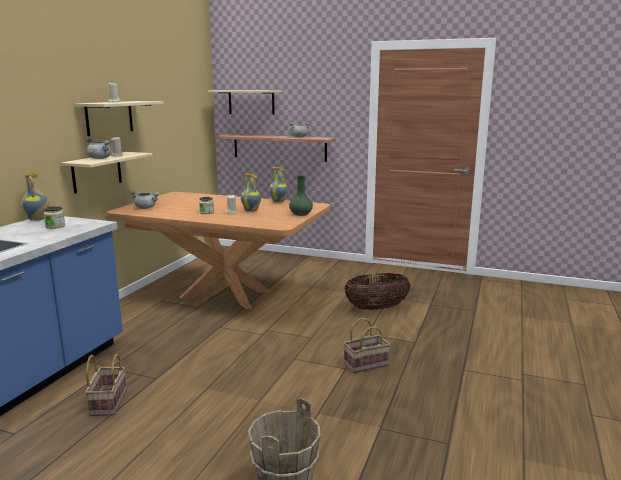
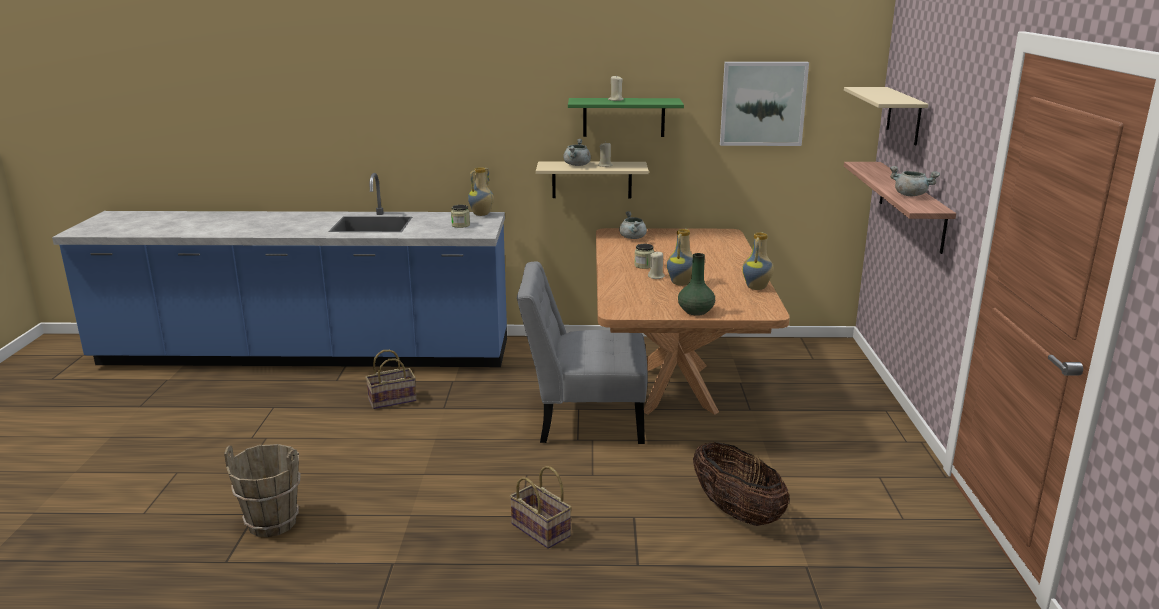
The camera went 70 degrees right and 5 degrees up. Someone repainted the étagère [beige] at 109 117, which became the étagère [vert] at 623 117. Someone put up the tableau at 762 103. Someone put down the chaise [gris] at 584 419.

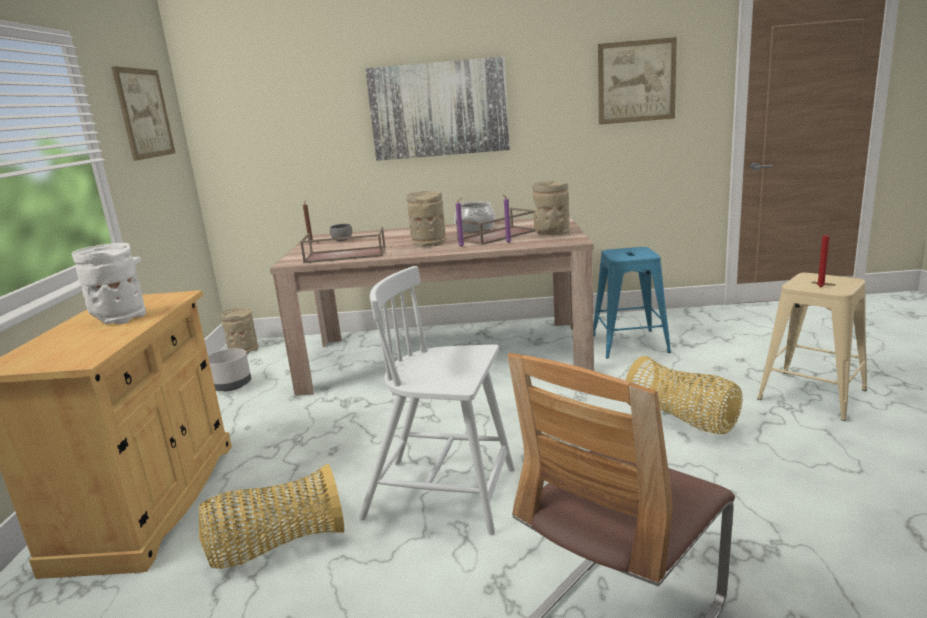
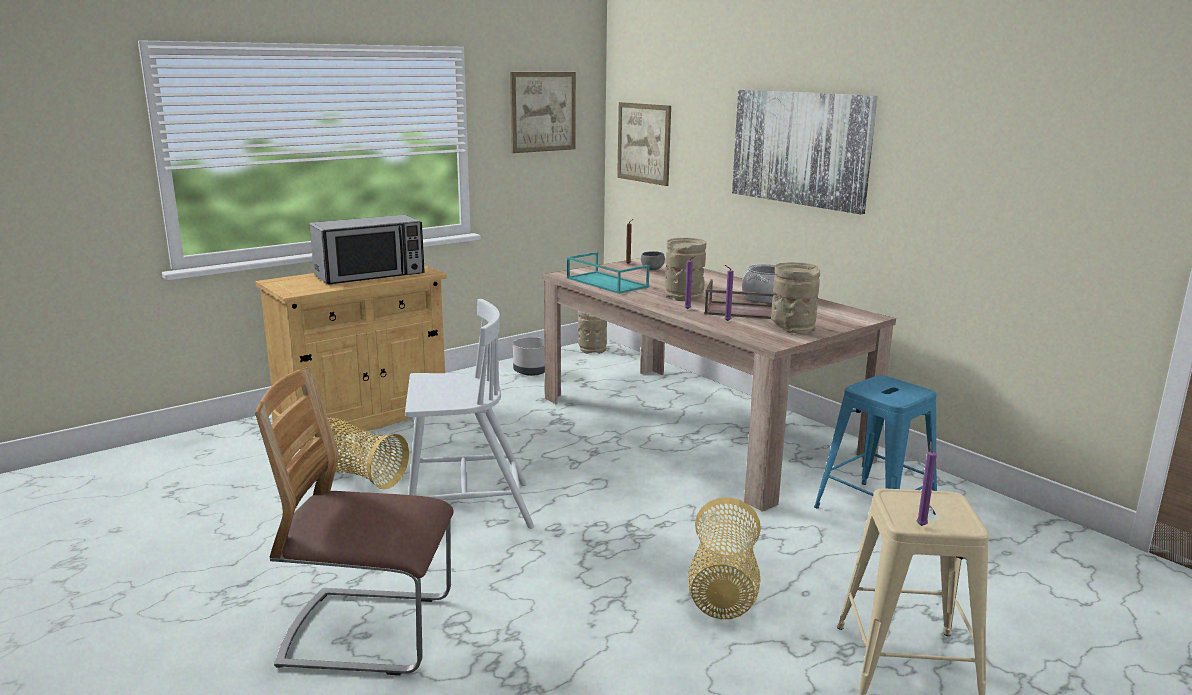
The camera went 50 degrees right and 0 degrees up. Someone carried the tableau from 636 81 to 644 143. Someone repainted the plateau [marron] at 344 255, which became the plateau [turquoise] at 605 282. Someone took away the bougie [rouge] at 821 287. Someone swapped the vase [blanc] at 119 318 for the micro-ondes at 370 275. Someone rotated the chaise [blanc] at 443 494 by 105 degrees clockwise. Someone put down the bougie [violet] at 921 525.

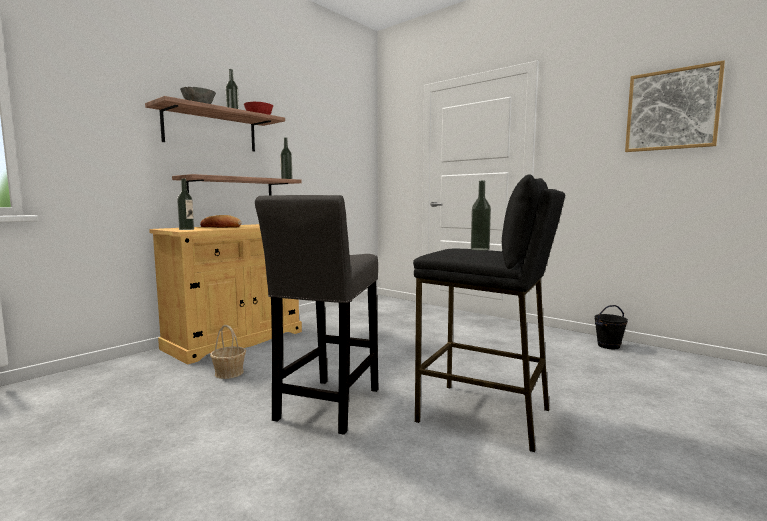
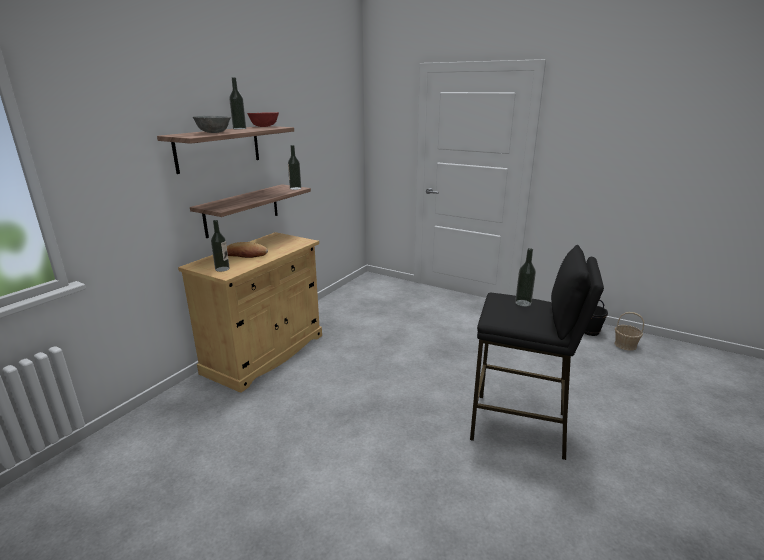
The camera went 10 degrees left and 15 degrees up. Someone took away the tableau at 672 110. Someone took away the tabouret [gris] at 326 407. Someone carried the panier from 229 373 to 625 345.

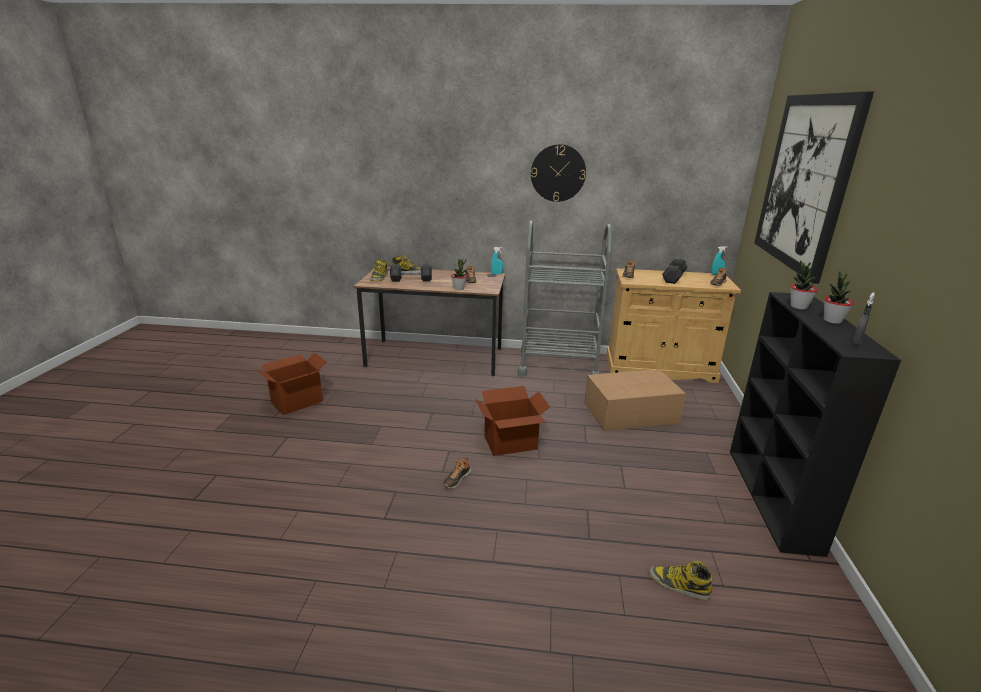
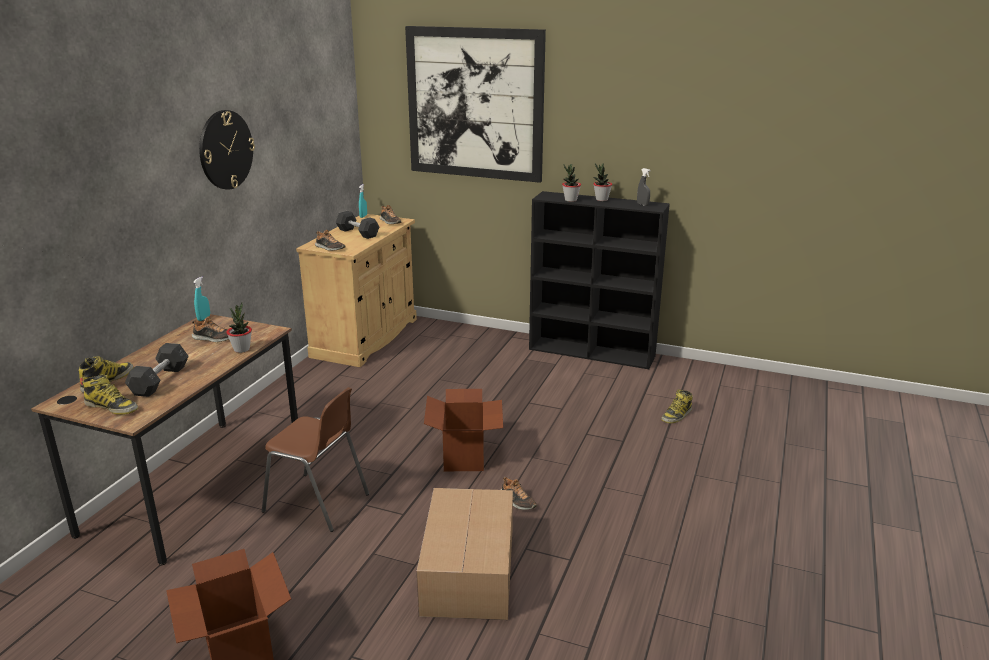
The camera went 75 degrees left and 0 degrees up. Someone took away the chariot [gris] at 558 365. Someone carried the carton from 632 413 to 470 570. Someone put down the chaise [marron] at 317 503.

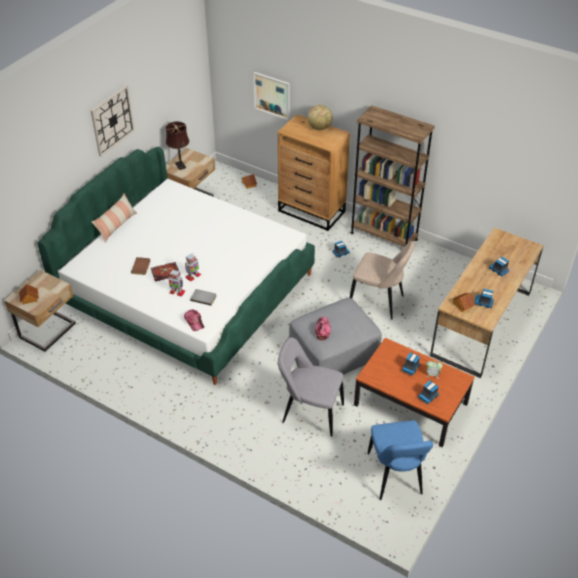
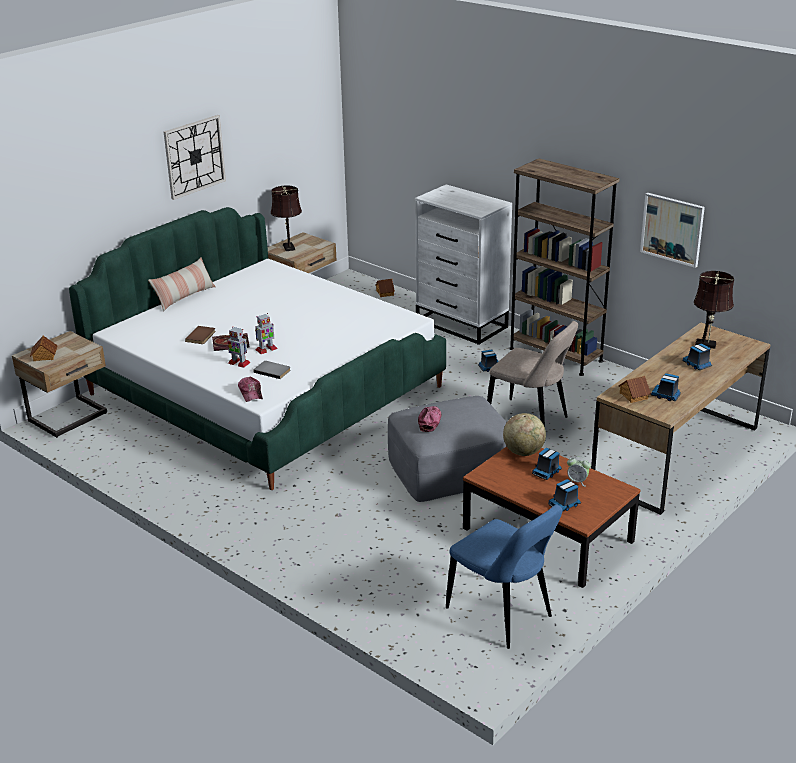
The camera went 10 degrees right and 15 degrees down. Someone carried the tableau from 272 95 to 672 229. Someone carried the globe from 319 128 to 523 452. Someone repainted the commode [marron] at 312 212, which became the commode [blanc] at 462 324. Someone took away the chaise [gris] at 310 413. Someone rotated the chaise [bleu] at 395 476 by 45 degrees counterclockwise. Someone put down the lampe de table [marron] at 707 345.

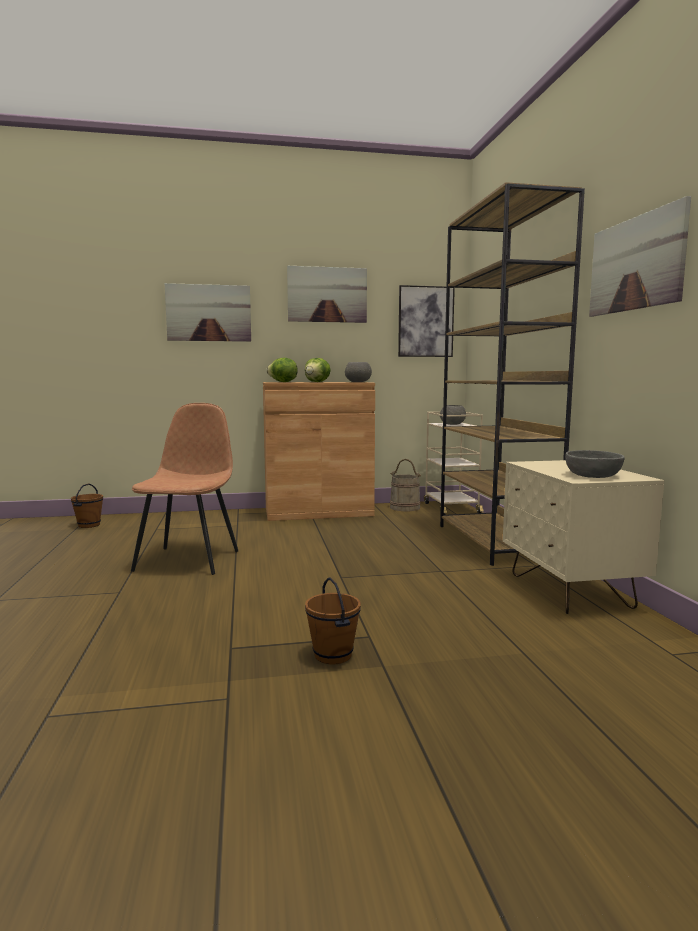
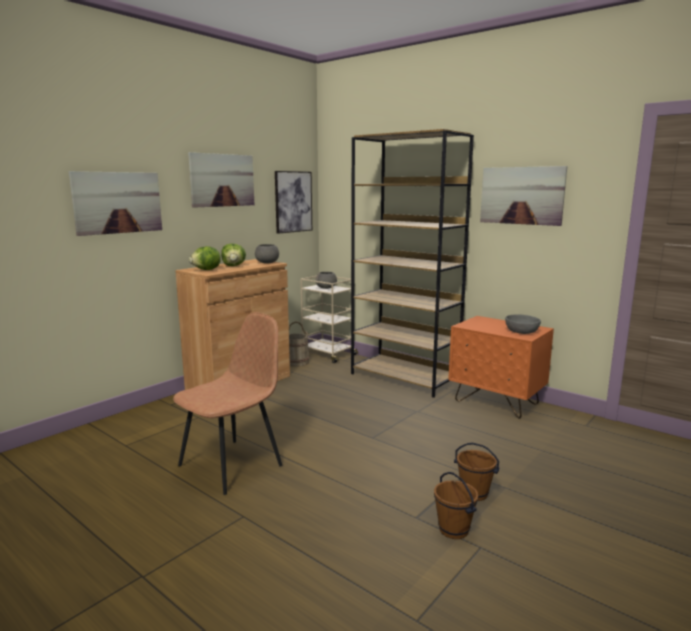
The camera went 40 degrees left and 5 degrees up. Someone rotated the chaise [marron] at 189 560 by 75 degrees clockwise. Someone repainted the table de chevet [beige] at 570 591, which became the table de chevet [orange] at 496 402. Someone carried the seau [marron] from 89 525 to 454 530.

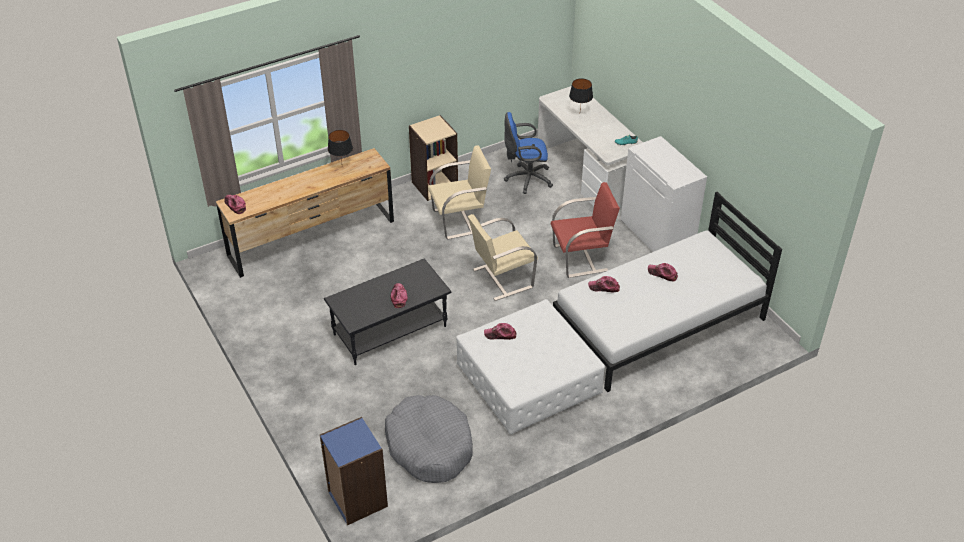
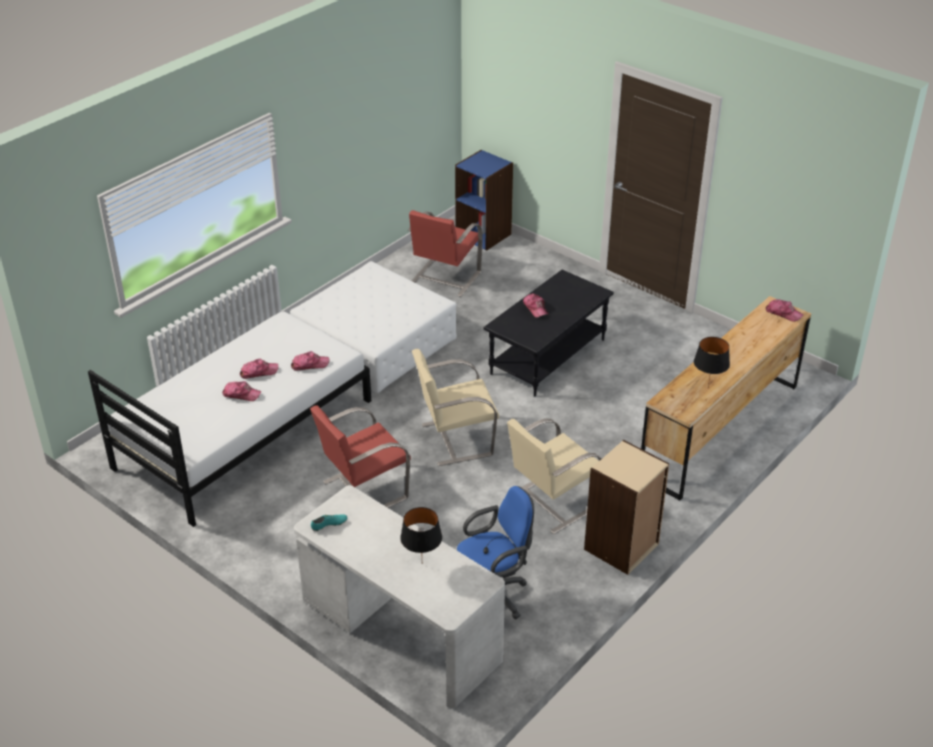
The camera went 160 degrees right and 5 degrees down. Someone took away the meuble de rangement [blanc] at 658 235. Someone rotated the chaise [beige] at 501 278 by 150 degrees counterclockwise. Someone carried the casquette from 500 334 to 258 372. Someone swapped the panier pour chien [gris] at 429 446 for the chaise [rouge] at 444 278.

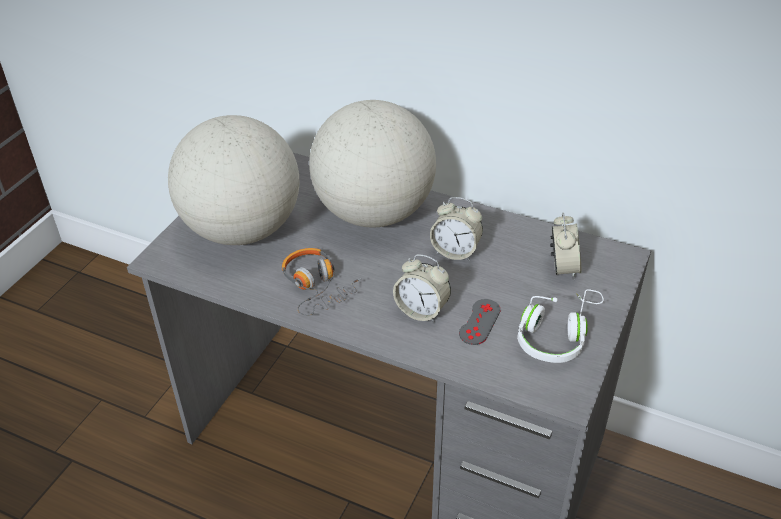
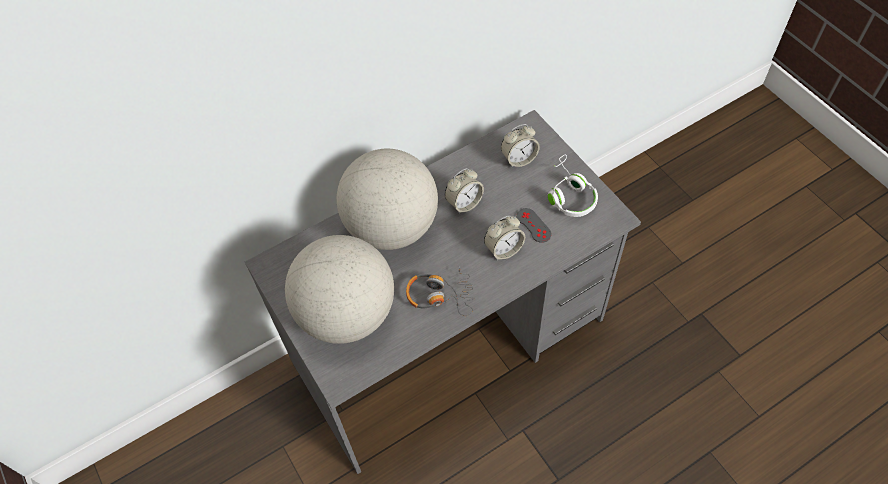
The camera went 55 degrees left and 15 degrees up. Someone rotated the réveil at 563 268 by 120 degrees clockwise.

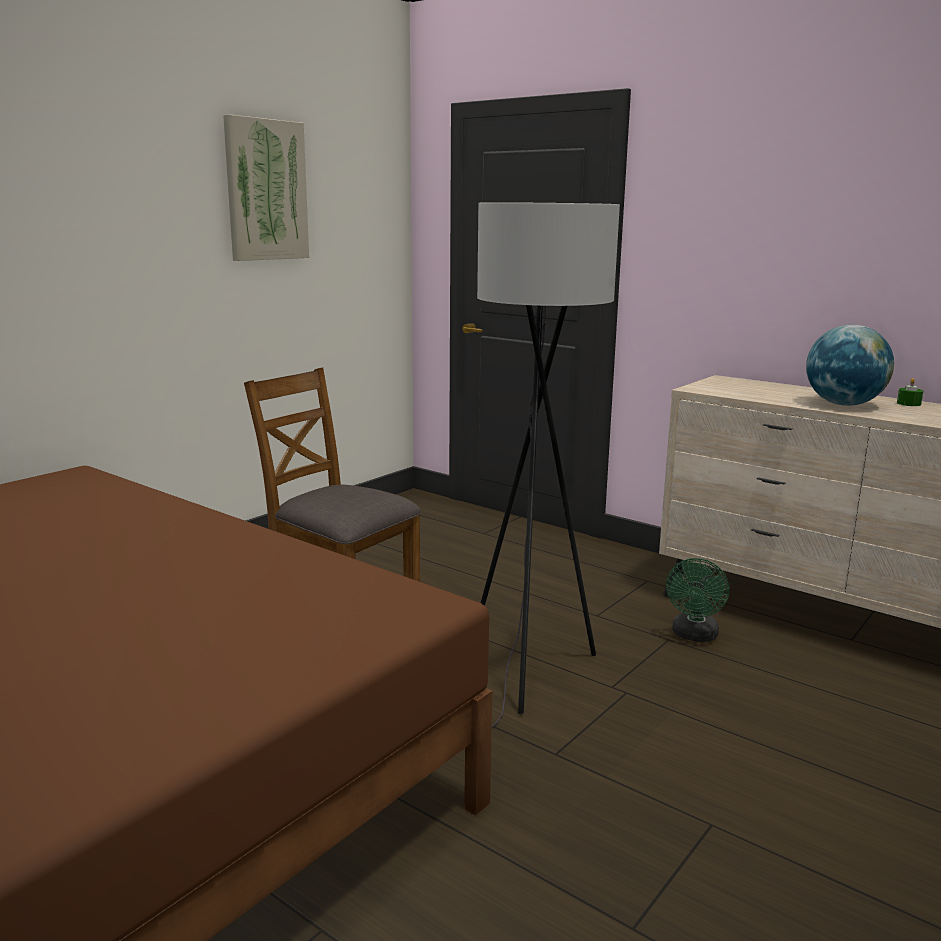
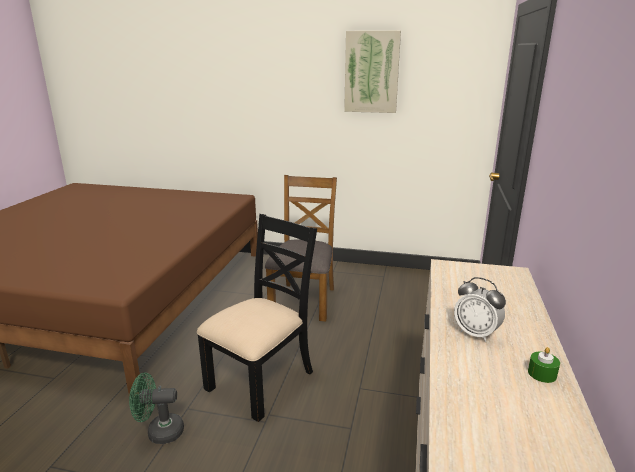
The camera went 65 degrees right and 5 degrees up. Someone swapped the lampadaire [gris] at 529 677 for the chaise [noir] at 262 380. Someone swapped the globe at 844 404 for the réveil at 476 334. Someone carried the ventilateur [vert] from 694 636 to 159 432.

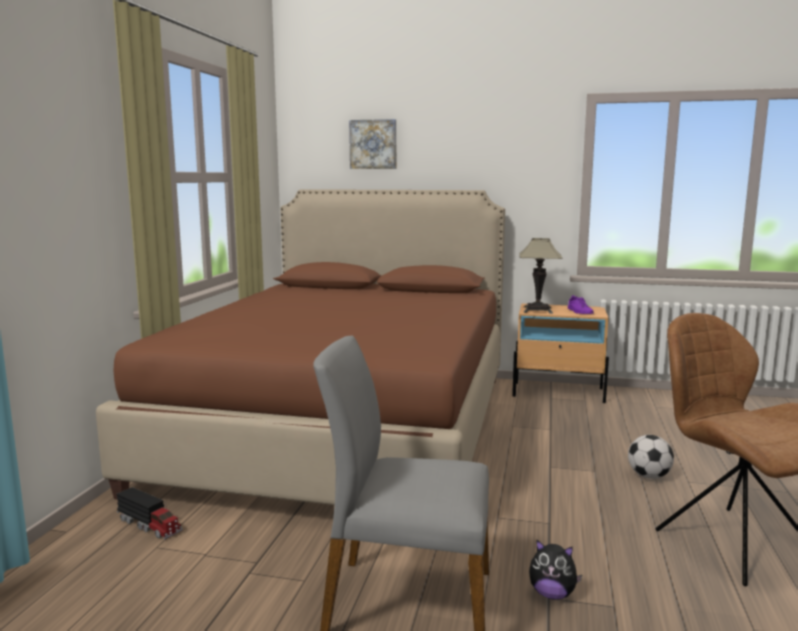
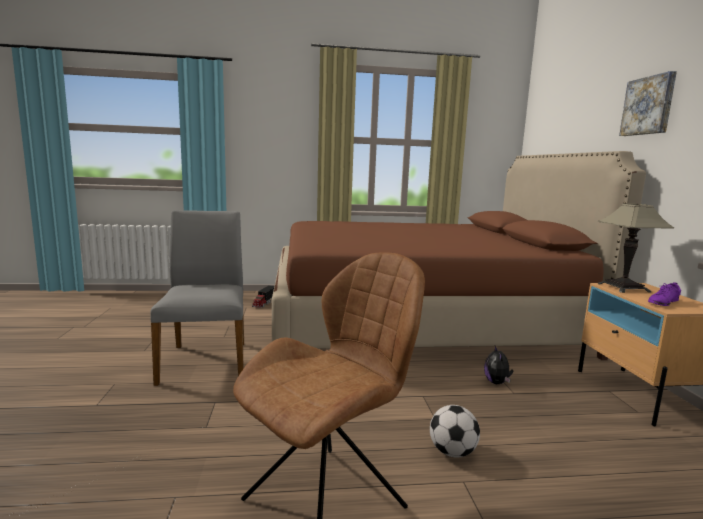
The camera went 70 degrees right and 0 degrees up. Someone carried the tableau from 373 144 to 649 106. Someone carried the peluche from 552 594 to 497 382.

